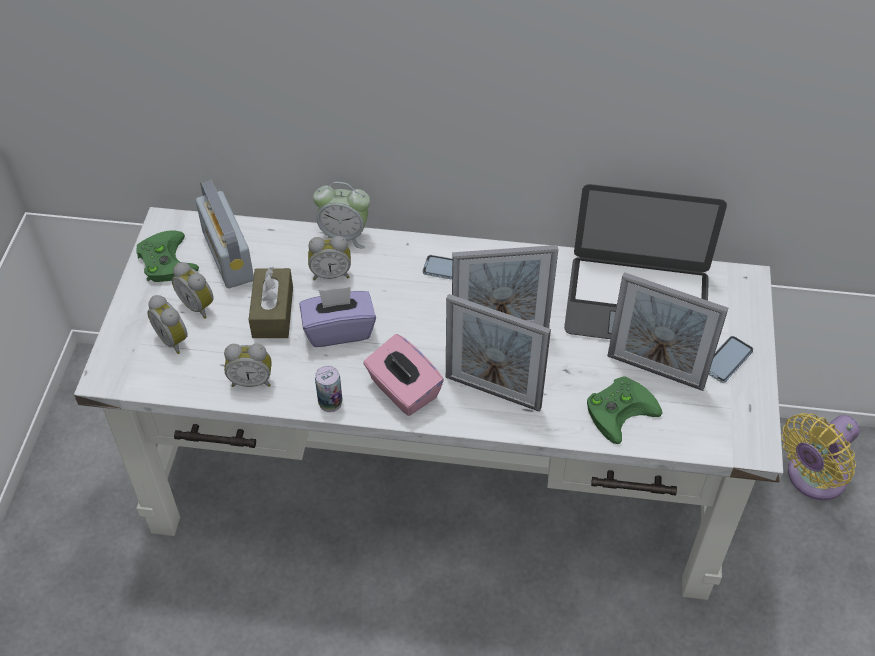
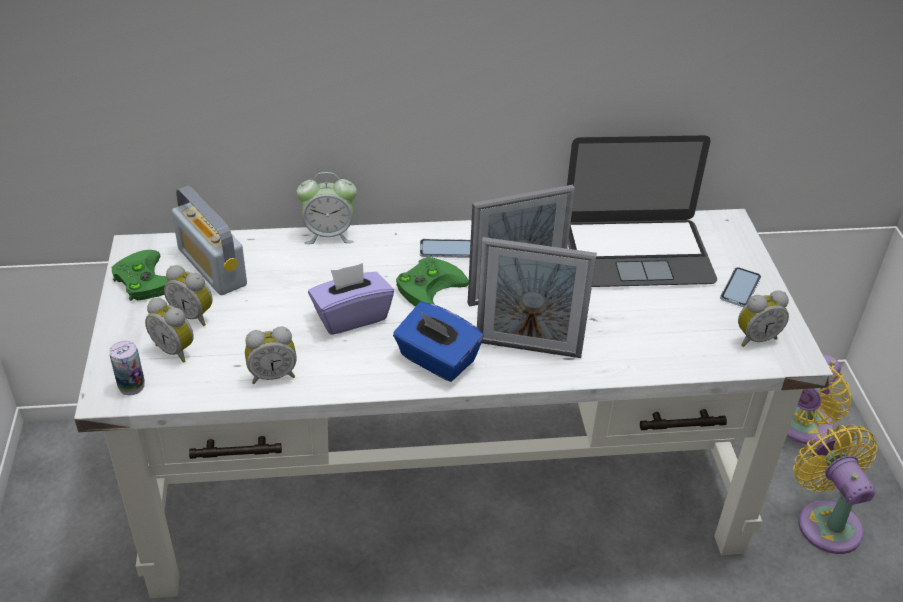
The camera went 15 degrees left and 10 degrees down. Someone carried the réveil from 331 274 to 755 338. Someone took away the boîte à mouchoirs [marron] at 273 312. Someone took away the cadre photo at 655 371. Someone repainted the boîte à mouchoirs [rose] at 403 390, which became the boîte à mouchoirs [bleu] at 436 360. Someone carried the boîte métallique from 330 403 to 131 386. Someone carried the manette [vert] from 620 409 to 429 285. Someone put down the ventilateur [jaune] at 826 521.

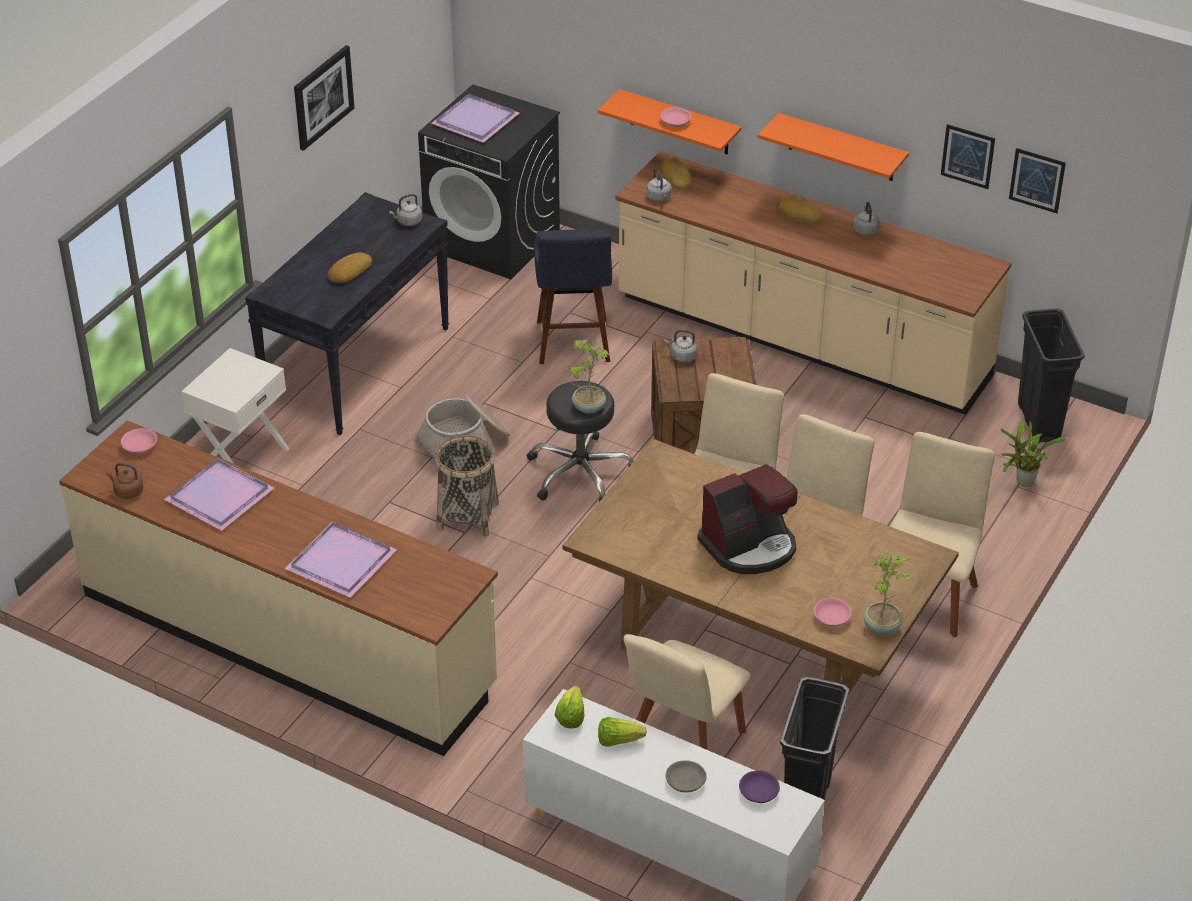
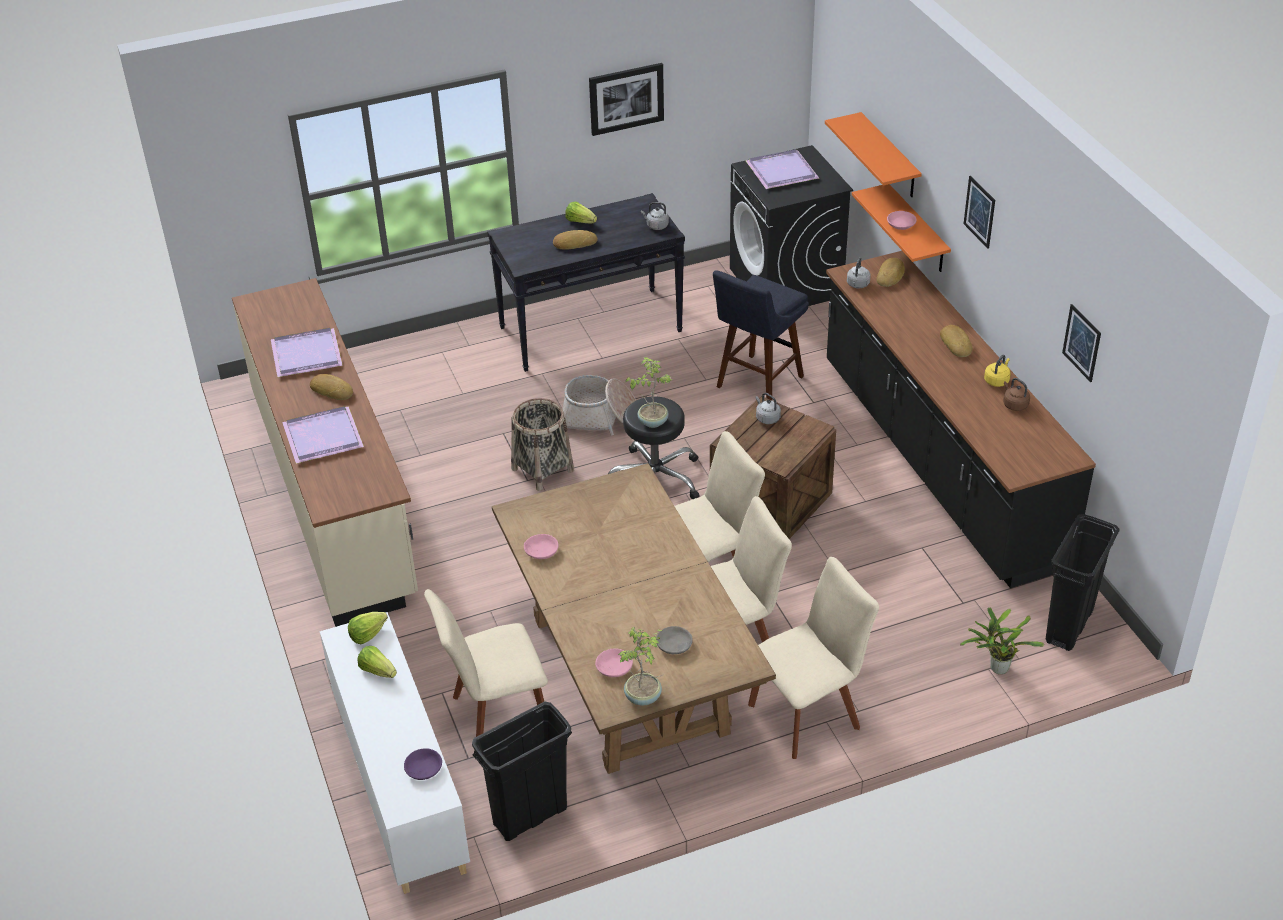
The camera went 40 degrees right and 0 degrees up. Someone carried the étagère [orange] from 841 148 to 889 156. Someone carried the tableau from 1037 180 to 979 212. Someone repainted the comptoir de cuisine [beige] at 801 340, which became the comptoir de cuisine [noir] at 938 463. Someone repainted the bouilloire [gris] at 865 229, which became the bouilloire [jaune] at 997 380. Someone took away the table de chevet [blanc] at 242 457. Someone carried the bol [rose] from 139 446 to 541 551. Someone carried the bouilloire [marron] from 127 491 to 1014 404. Someone took away the machine à café at 749 546. Someone carried the bol [gris] from 686 782 to 674 645. Someone put down the laitue at 580 221. Someone put down the pain at 332 390.

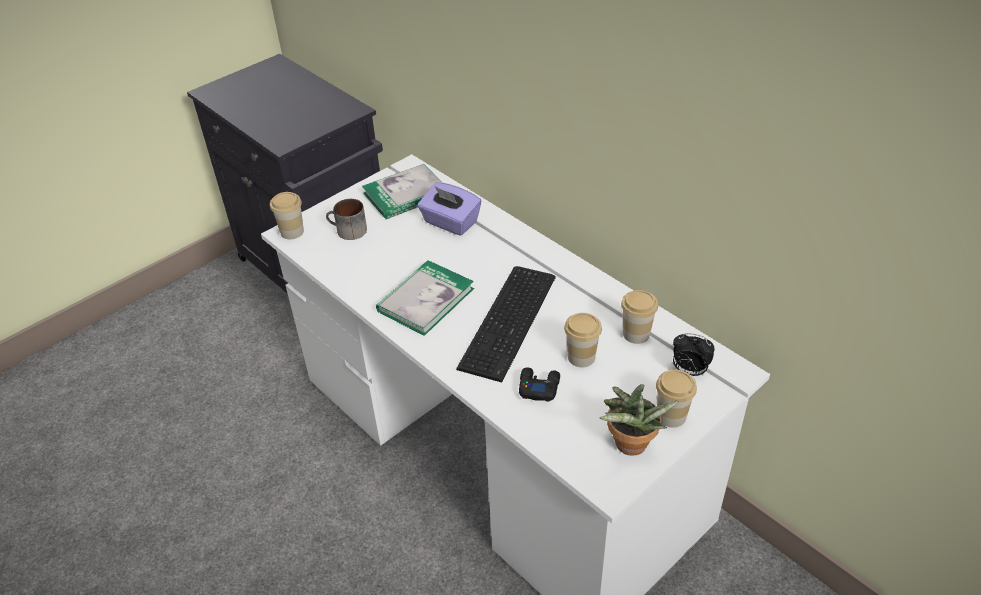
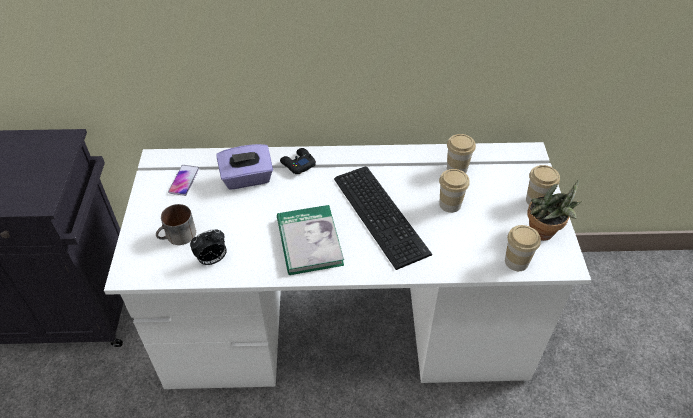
The camera went 50 degrees left and 5 degrees up. Someone swapped the livre at 406 194 for the téléphone at 184 180. Someone carried the tasse from 292 232 to 516 261. Someone carried the réveil from 689 371 to 212 260. Someone carried the manette [noir] from 538 387 to 298 164.

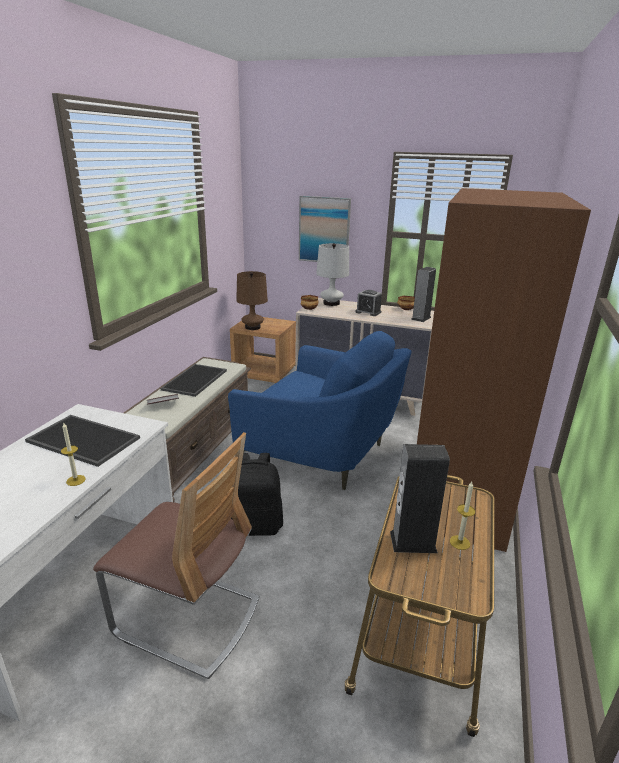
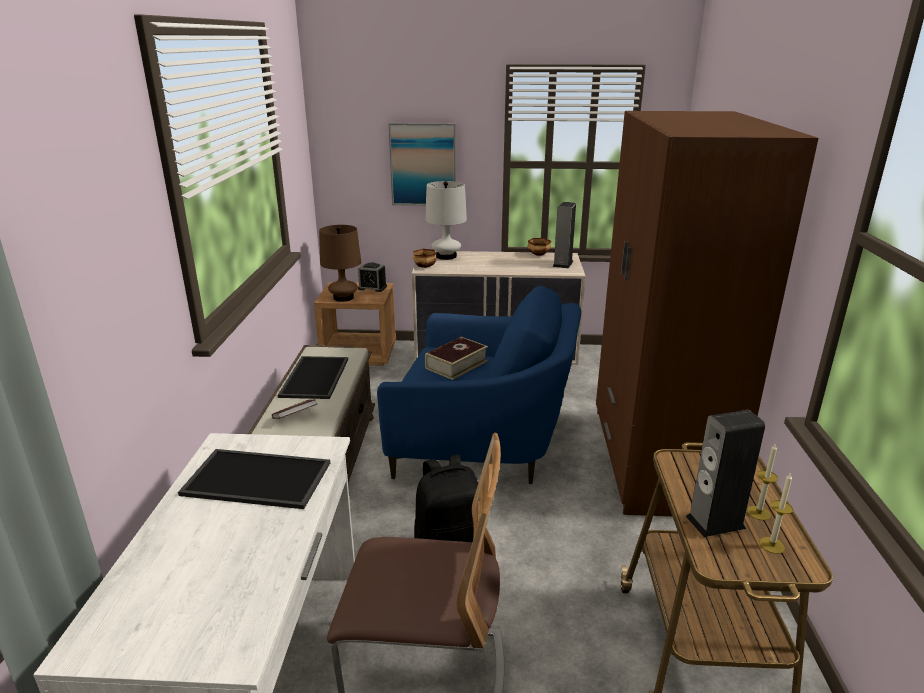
The camera went 15 degrees left and 0 degrees up. Someone carried the réveil from 368 312 to 372 288. Someone carried the bougie from 76 480 to 771 545. Someone put down the livre at 456 364.

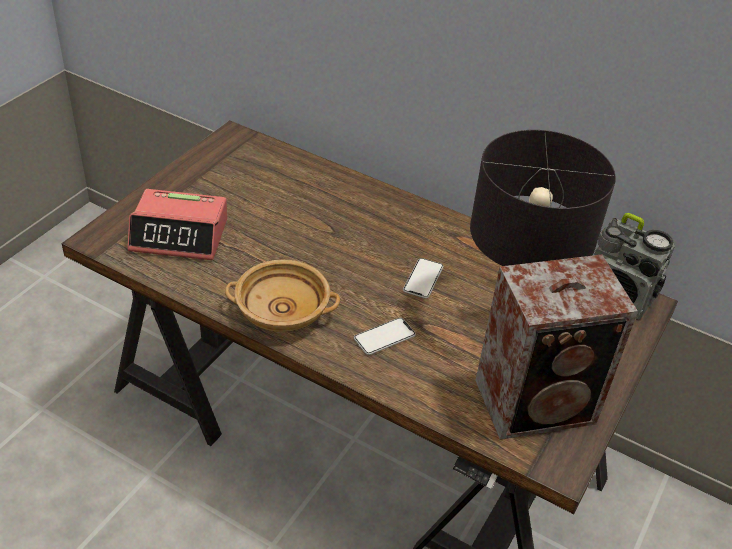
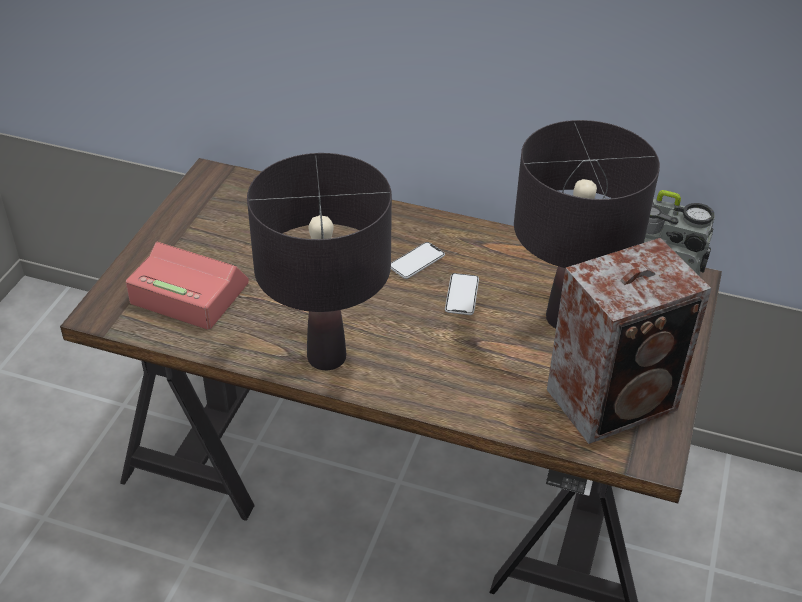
The camera went 10 degrees left and 0 degrees up. Someone rotated the réveil at 180 235 by 150 degrees counterclockwise. Someone swapped the bol [beige] at 281 313 for the lampe de table [noir] at 326 357. Someone carried the téléphone from 384 337 to 416 261.

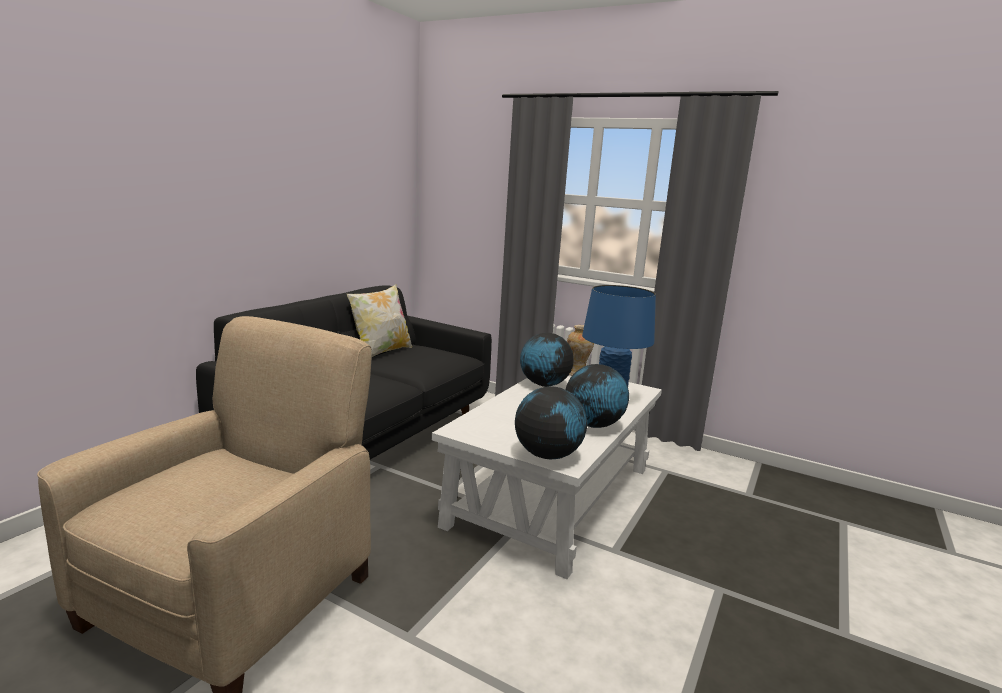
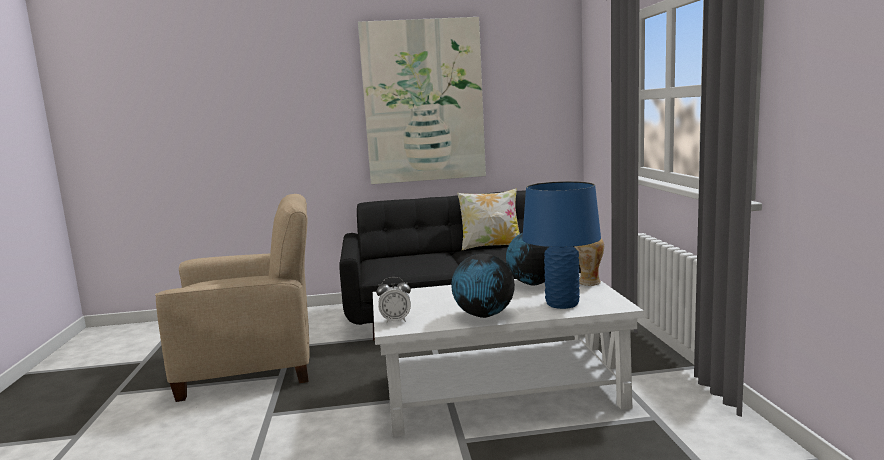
The camera went 55 degrees right and 5 degrees down. Someone swapped the globe at 547 455 for the réveil at 395 321. Someone put up the tableau at 423 101.

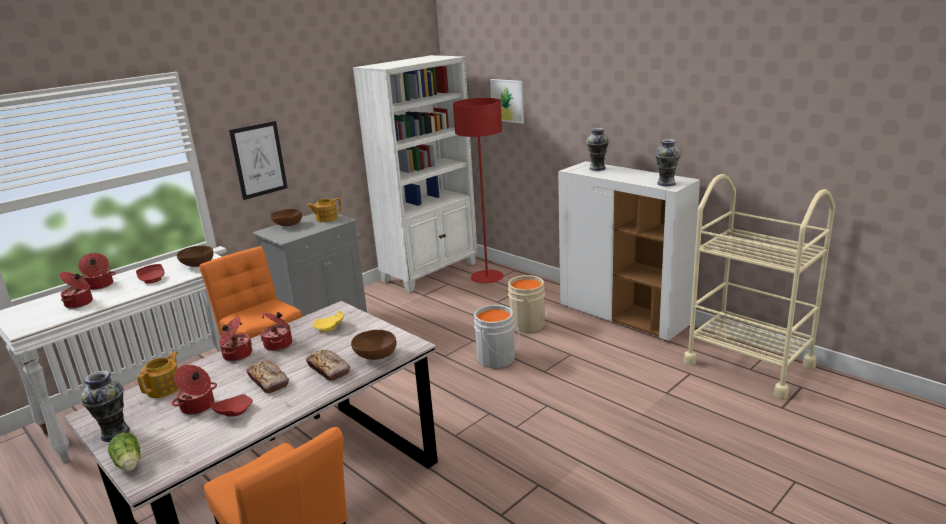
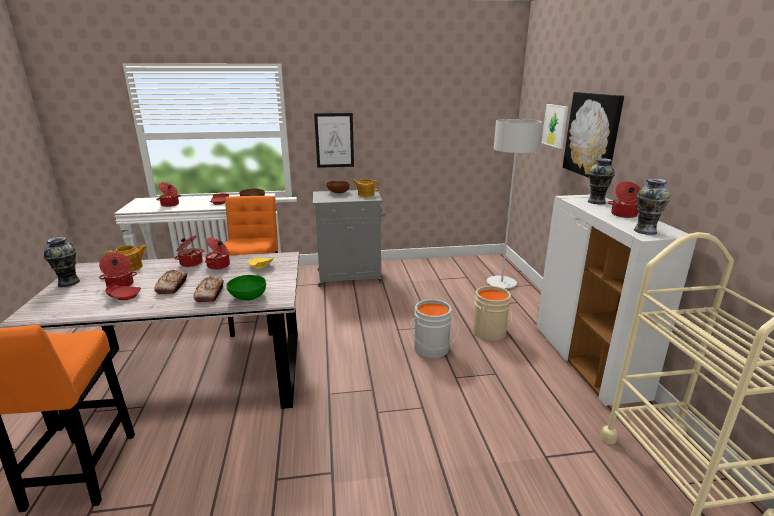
The camera went 35 degrees right and 0 degrees up. Someone took away the bibliothèque [blanc] at 430 272. Someone repainted the lampadaire [rouge] at 487 278, which became the lampadaire [gris] at 501 283. Someone carried the marmite from 100 285 to 623 215. Someone repainted the bol [marron] at 375 356, which became the bol [vert] at 248 297. Someone took away the laitue at 129 464. Someone put up the tableau at 592 135.

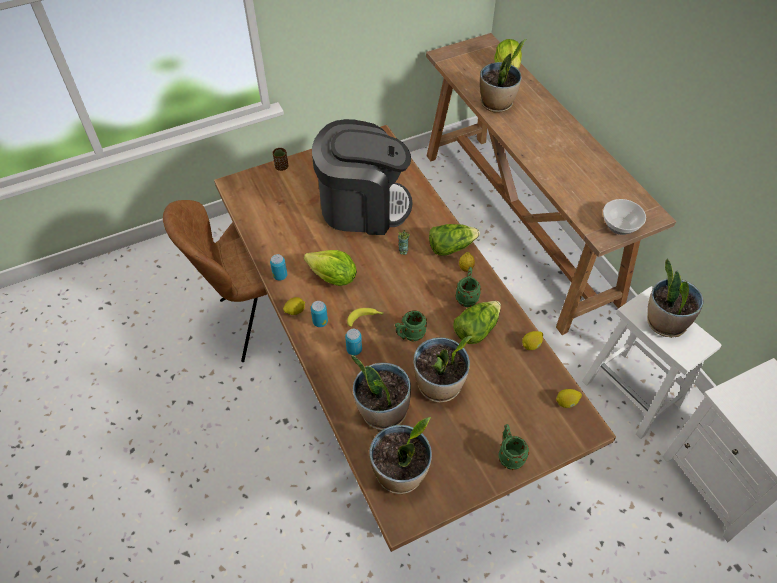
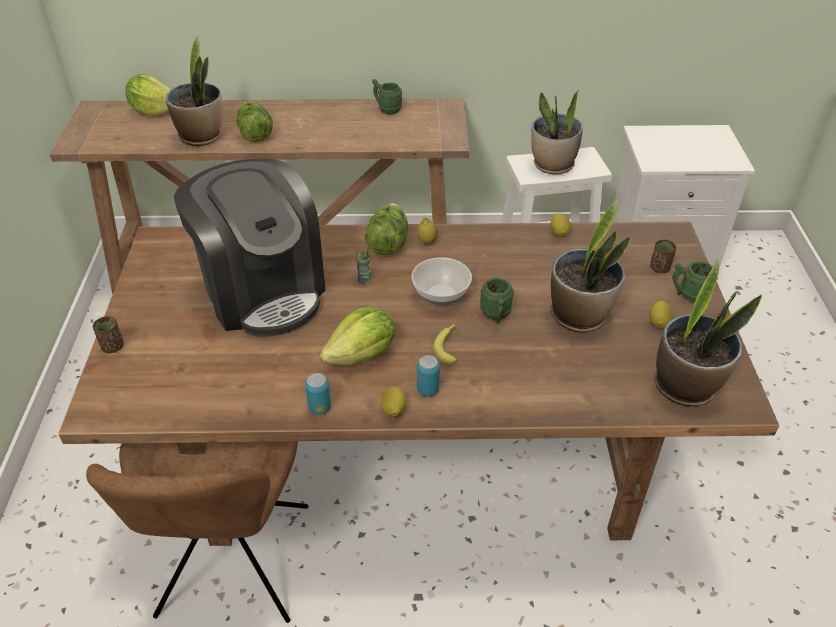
The camera went 65 degrees left and 10 degrees down. Someone rotated the machine à café at 363 206 by 120 degrees clockwise. Someone carried the bol from 619 226 to 440 296. Someone carried the mug [vert] from 467 296 to 386 109. Someone carried the laitue from 476 329 to 254 133. Someone took away the boîte métallique at 354 350. Someone took away the plante en pot at 382 411. Someone carried the citron from 566 402 to 659 322. Someone put down the tasse [marron] at 659 268.

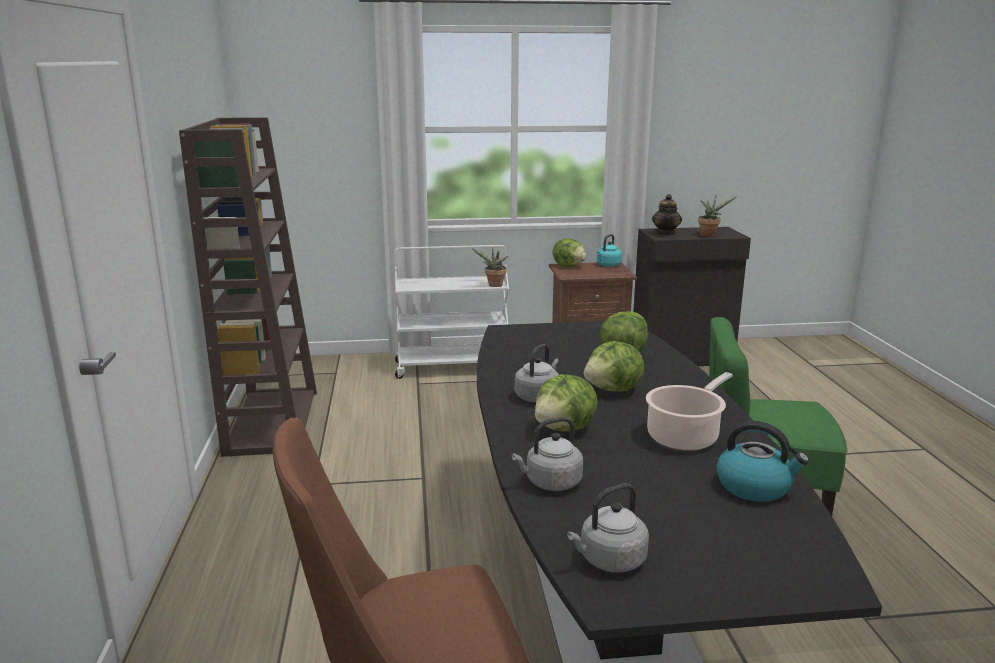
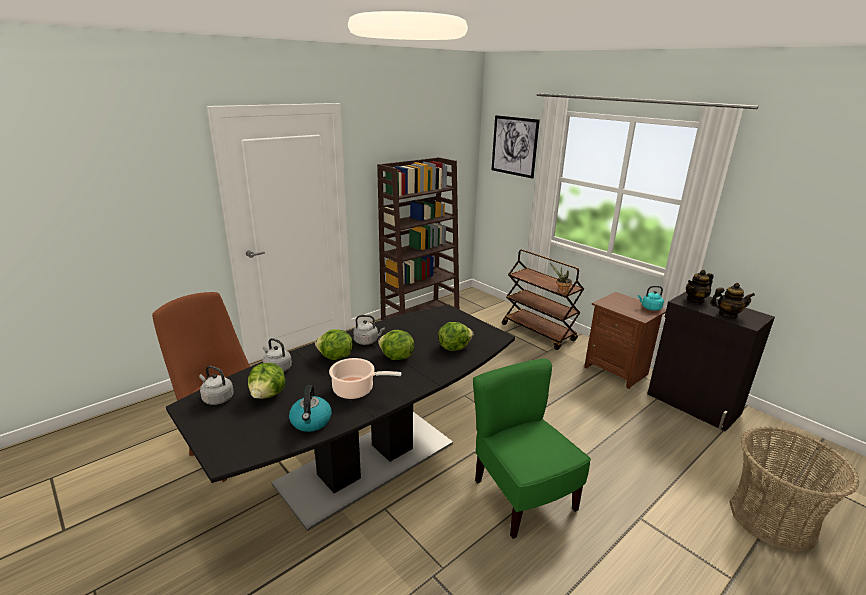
The camera went 55 degrees right and 5 degrees up. Someone swapped the plante en pot at 709 235 for the théière at 727 315. Someone carried the laitue from 569 266 to 268 395. Someone repainted the chariot [blanc] at 452 367, which became the chariot [marron] at 538 332. Someone put up the tableau at 514 146. Someone put down the panier at 772 518.

